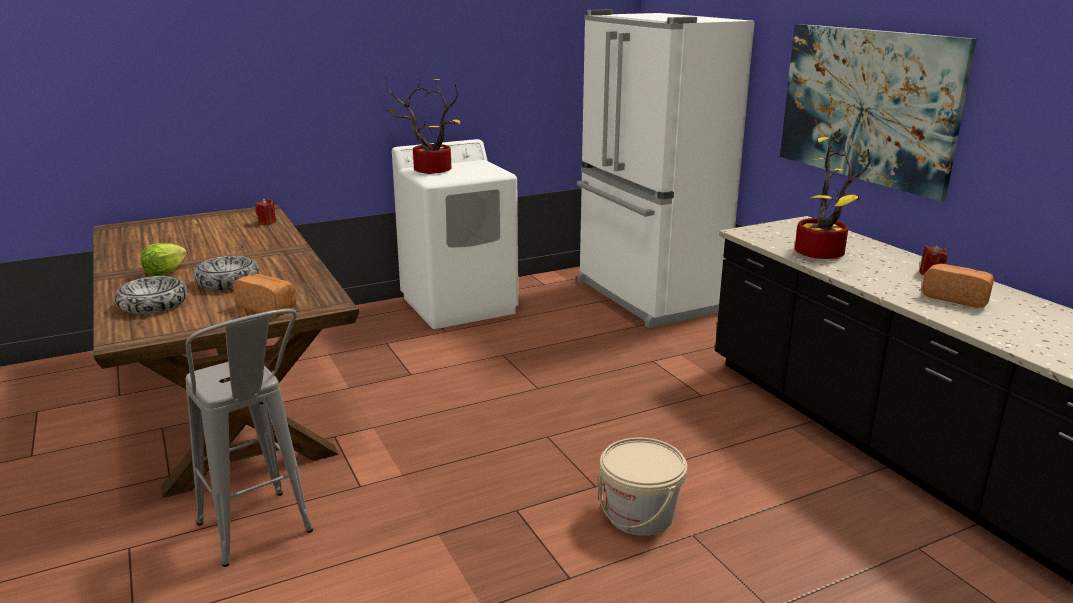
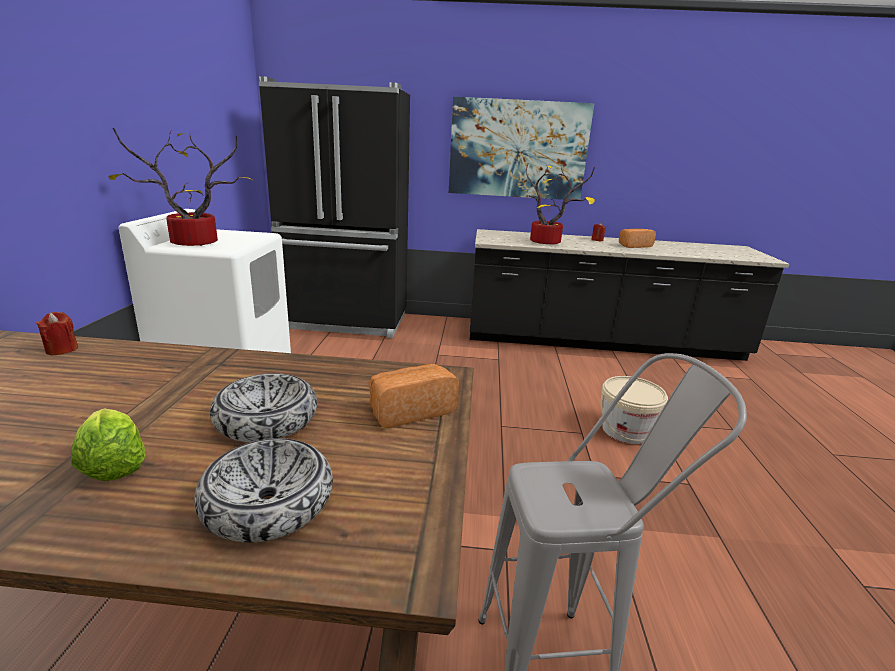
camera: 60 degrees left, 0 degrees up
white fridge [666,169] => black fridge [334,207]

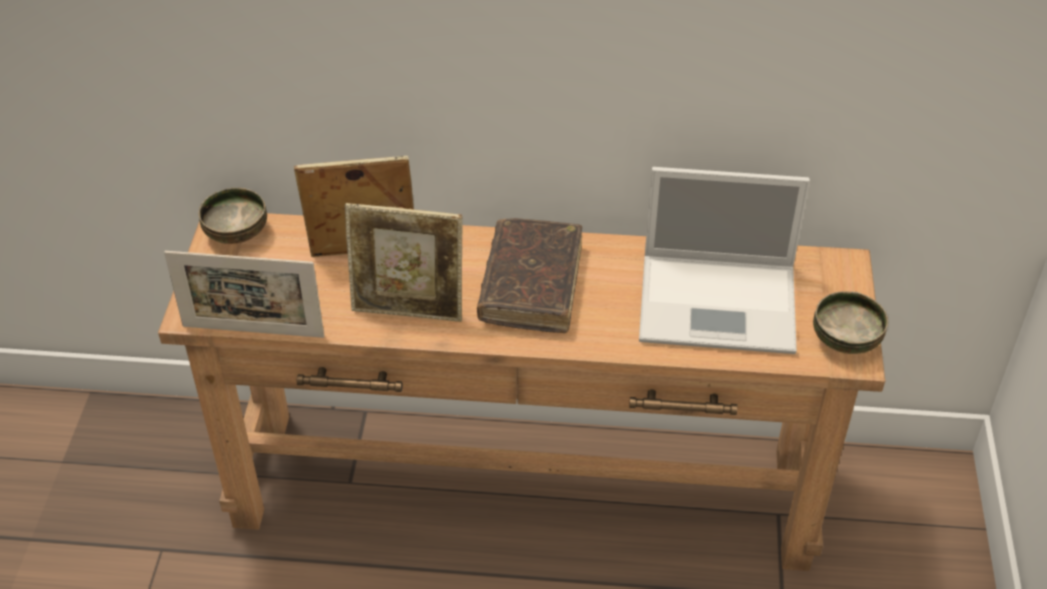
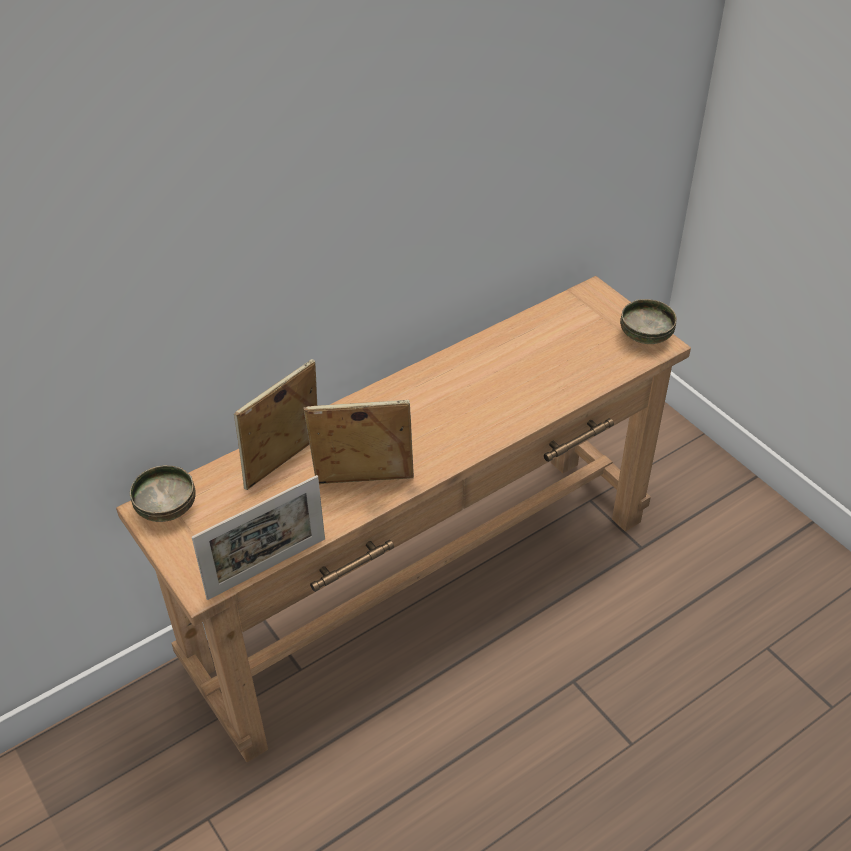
camera: 40 degrees left, 0 degrees up
laptop [724,260] => nothing
picture frame [404,262] => picture frame [359,442], 150 degrees counterclockwise
brown book [529,275] => nothing

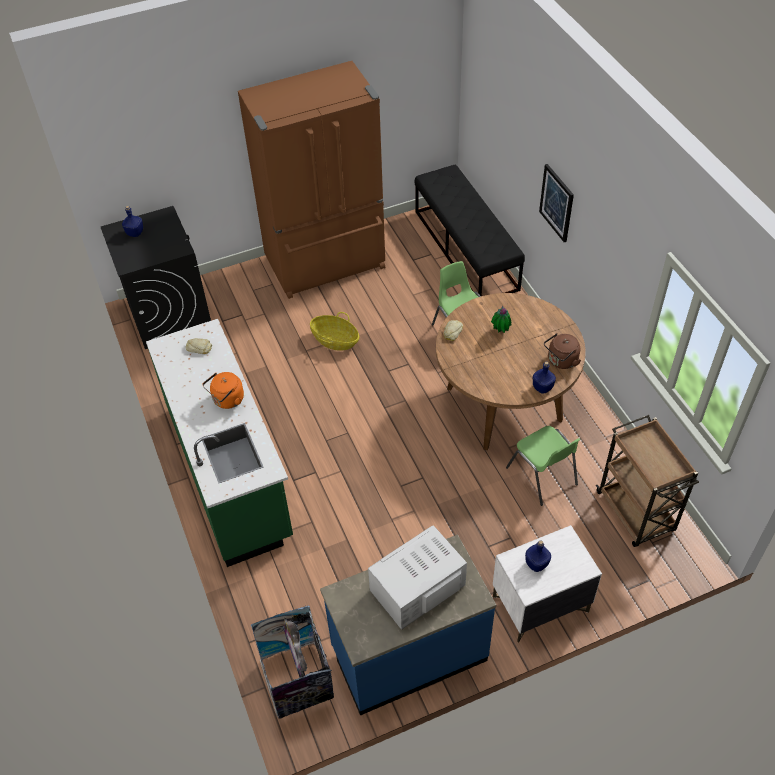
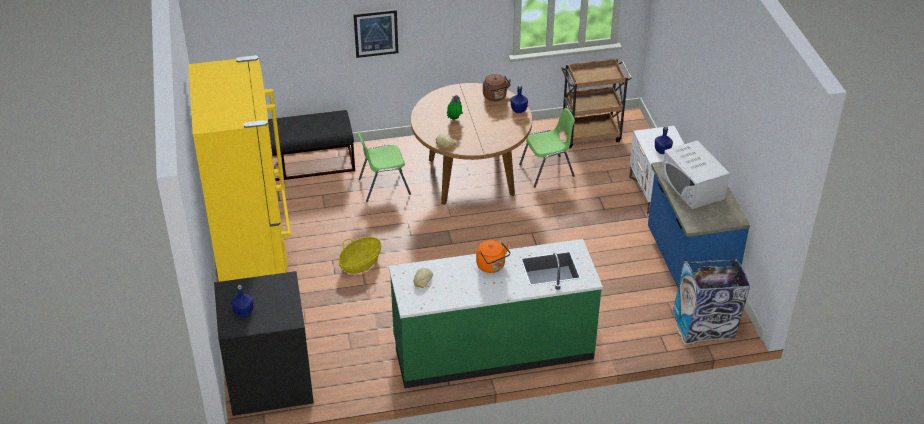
camera: 80 degrees left, 10 degrees down
brown fridge [311,180] => yellow fridge [239,168]

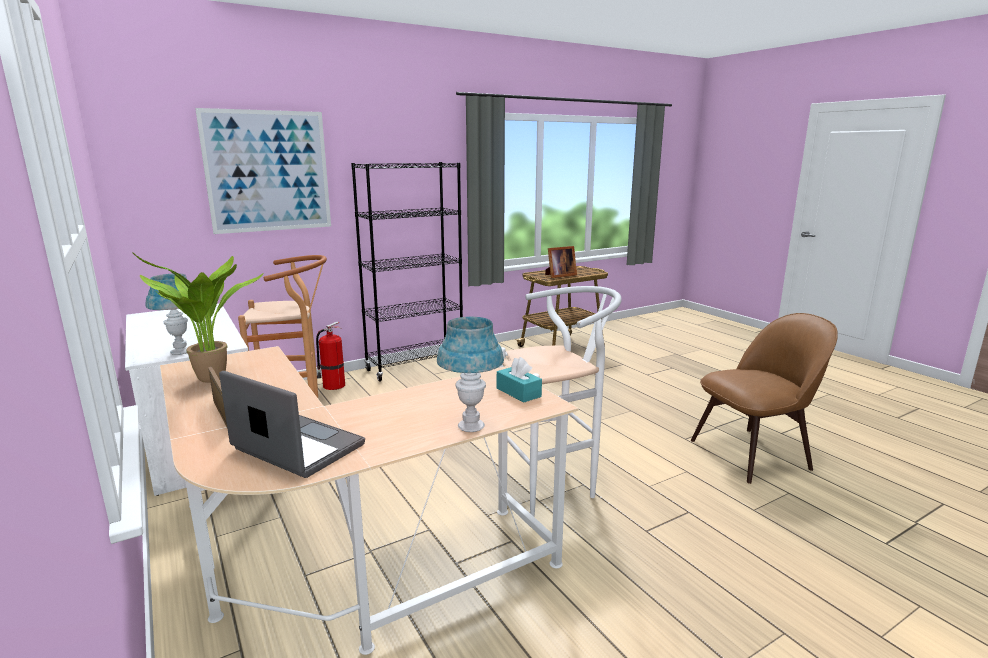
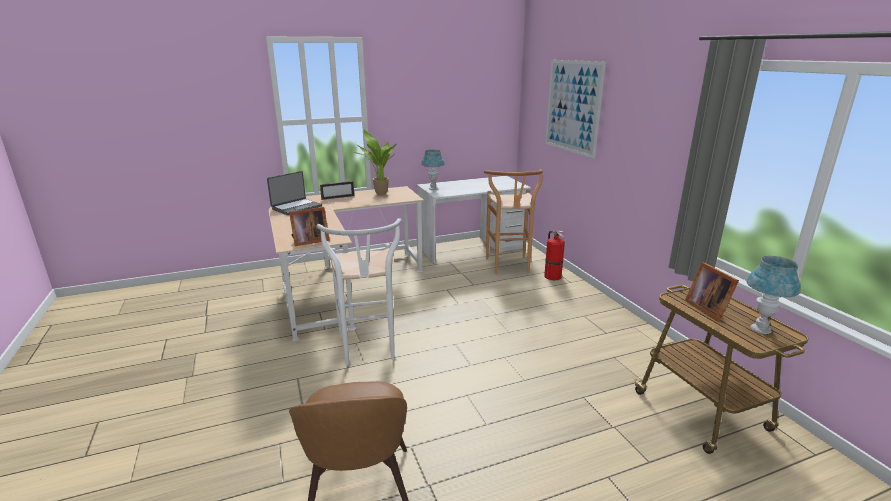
camera: 100 degrees right, 5 degrees up
black bookcase [407,272] => nothing
blue table lamp [470,374] => blue table lamp [774,295], relocated
turquoise tissue box [519,379] => picture frame [309,226]

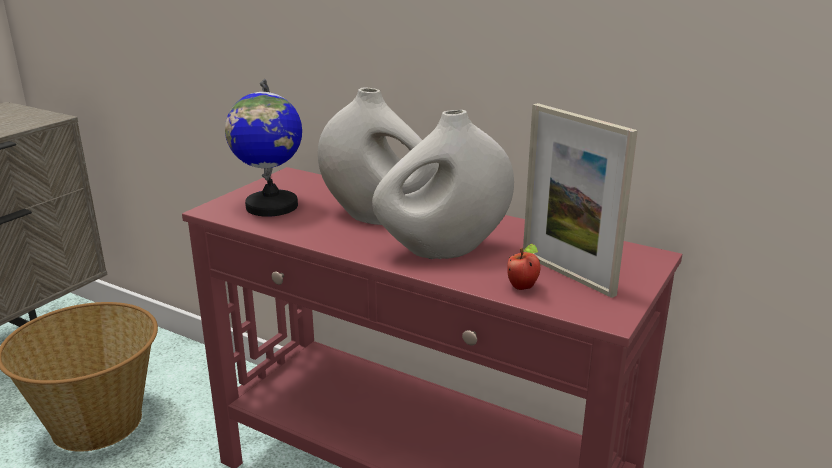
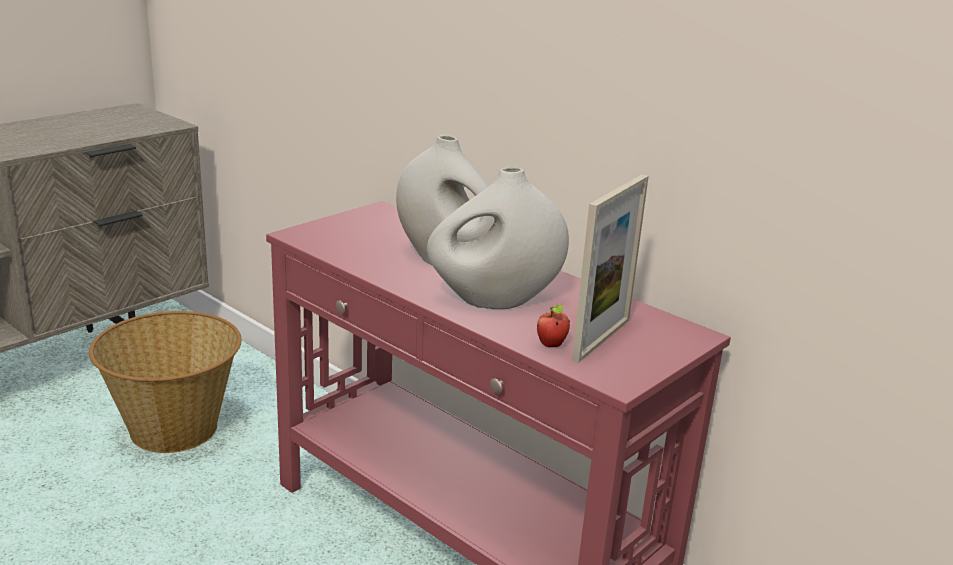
camera: 10 degrees right, 0 degrees up
globe [263,148] => nothing
picture frame [580,200] => picture frame [610,268], 120 degrees counterclockwise

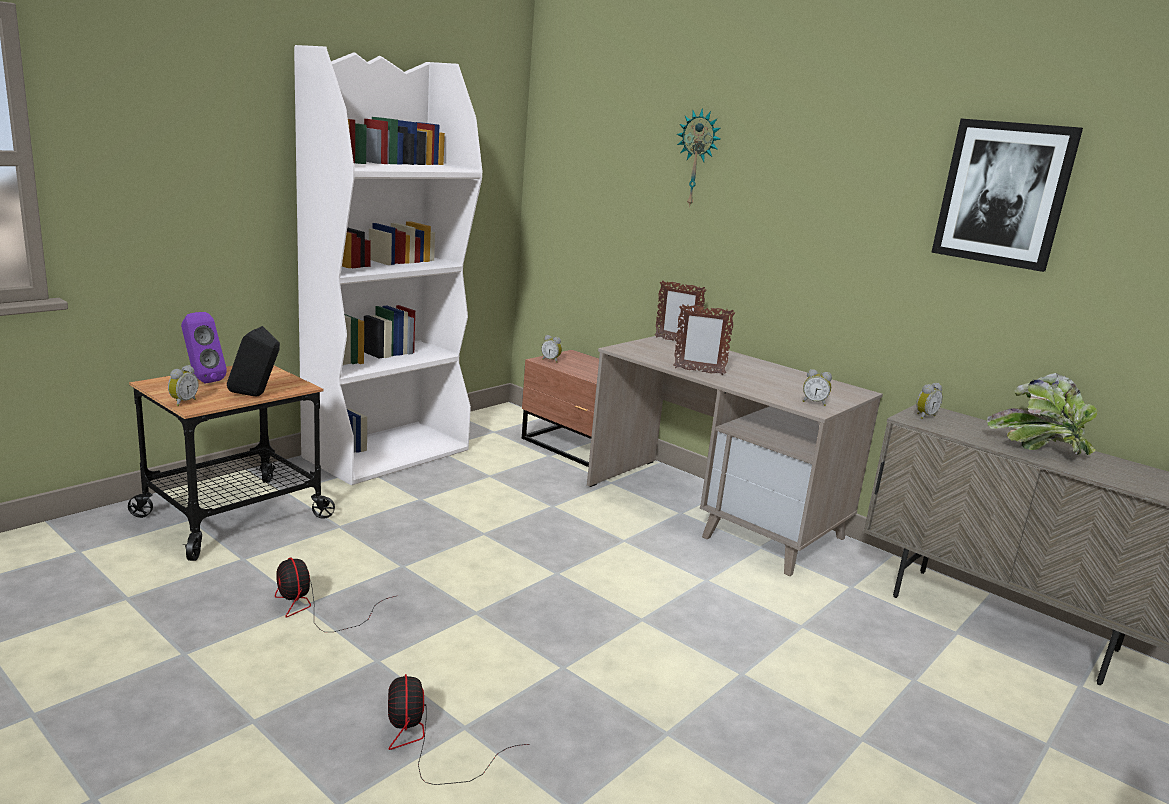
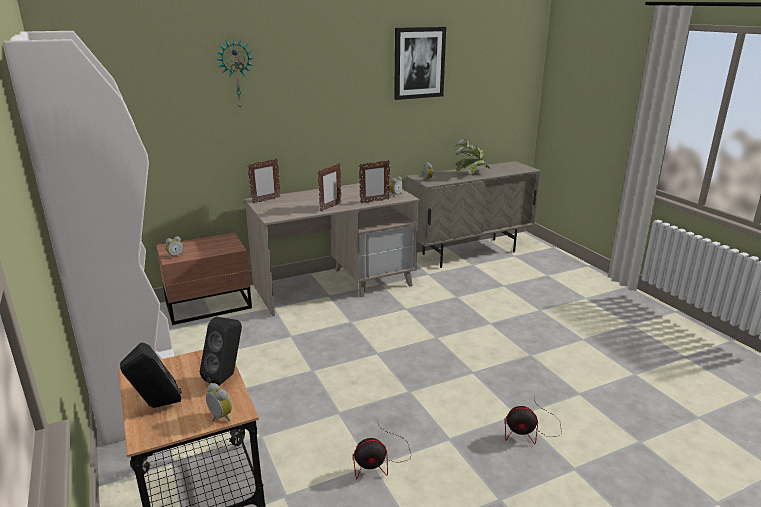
camera: 65 degrees left, 5 degrees up
purple speaker [204,347] => black speaker [151,375]
nothing => picture frame [374,182]

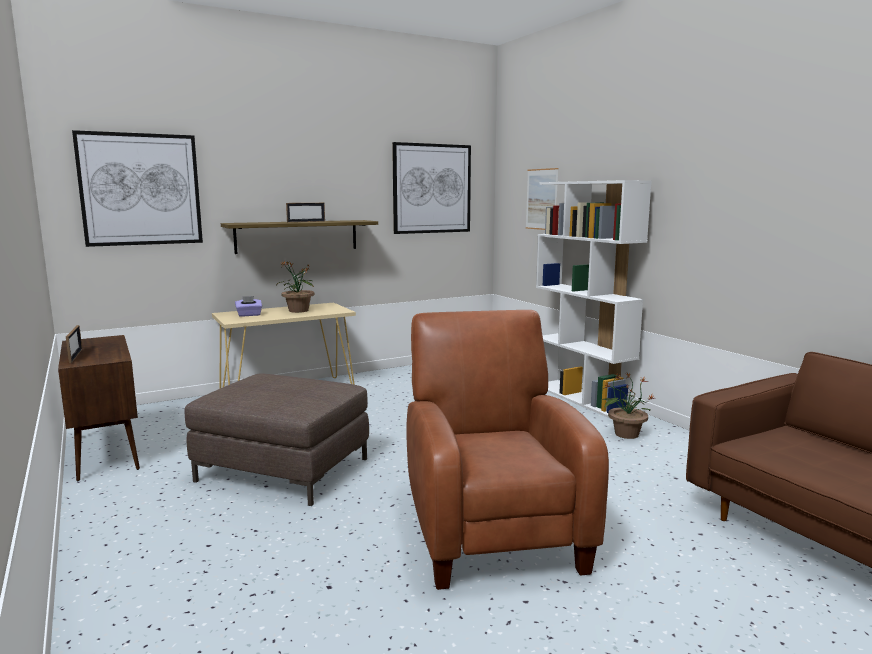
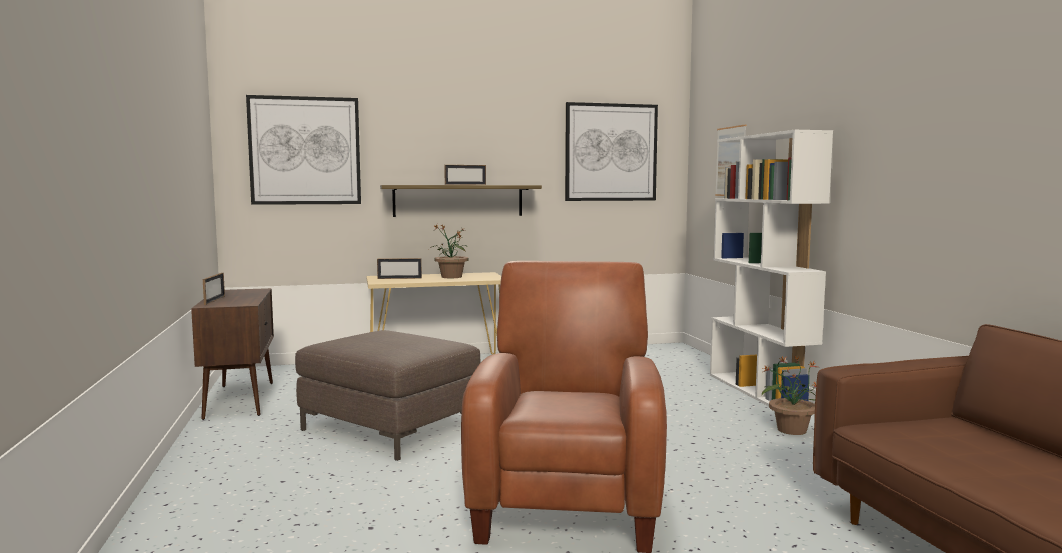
camera: 15 degrees right, 5 degrees down
purple tissue box [248,306] => picture frame [399,268]

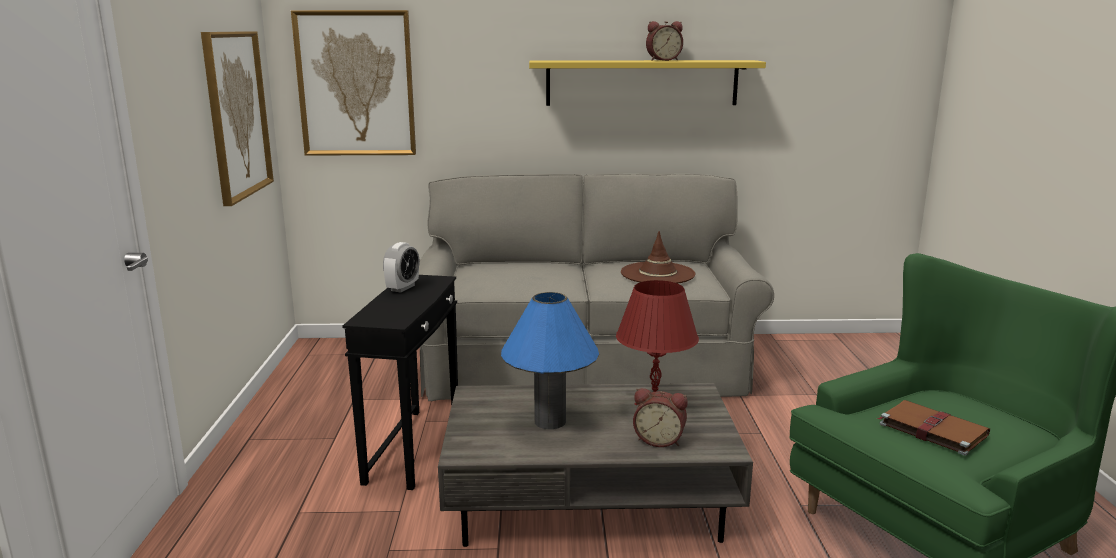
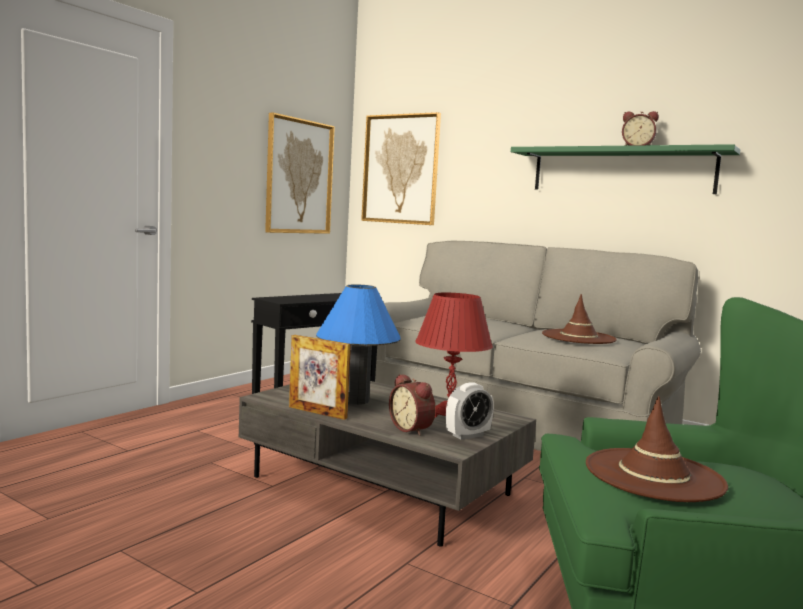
camera: 35 degrees right, 10 degrees down
yellow shelf [647,83] => green shelf [625,169]
alarm clock [401,267] => alarm clock [470,411], relocated
brown book [933,428] => brown hat [657,449]
nothing => picture frame [320,377]

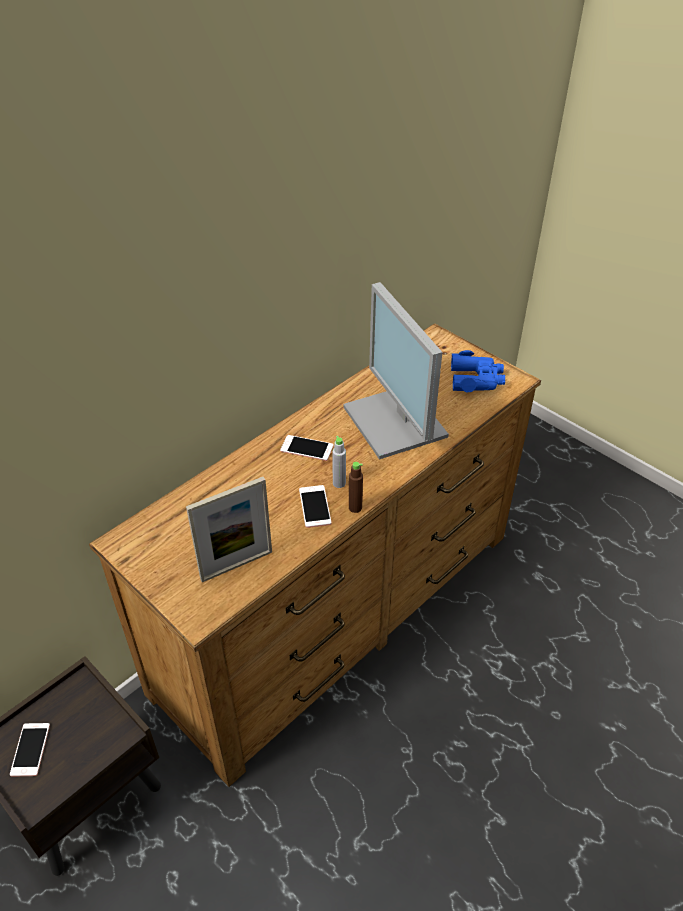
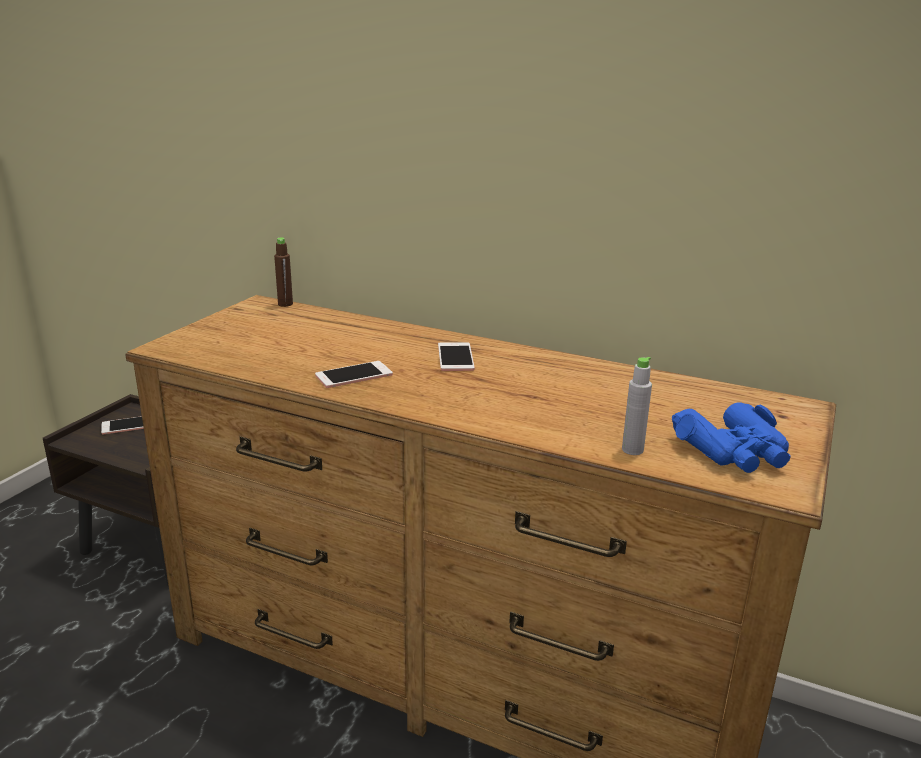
camera: 70 degrees right, 20 degrees down
monitor [396,371] => nothing
grey bottle [339,462] => grey bottle [637,406], relocated
brown bottle [356,487] => brown bottle [283,272], relocated
picture frame [229,529] => nothing

